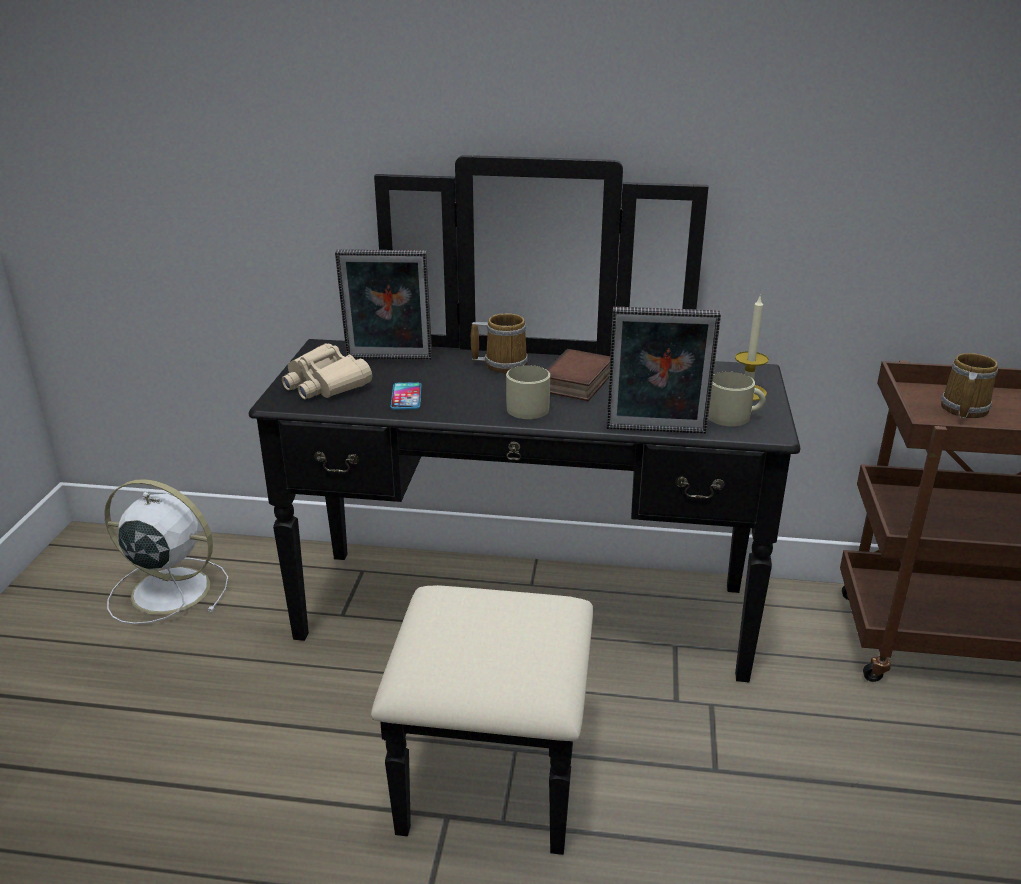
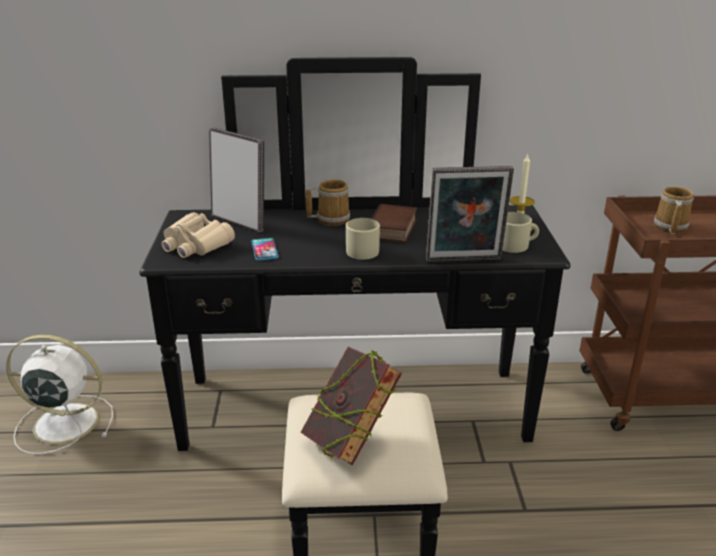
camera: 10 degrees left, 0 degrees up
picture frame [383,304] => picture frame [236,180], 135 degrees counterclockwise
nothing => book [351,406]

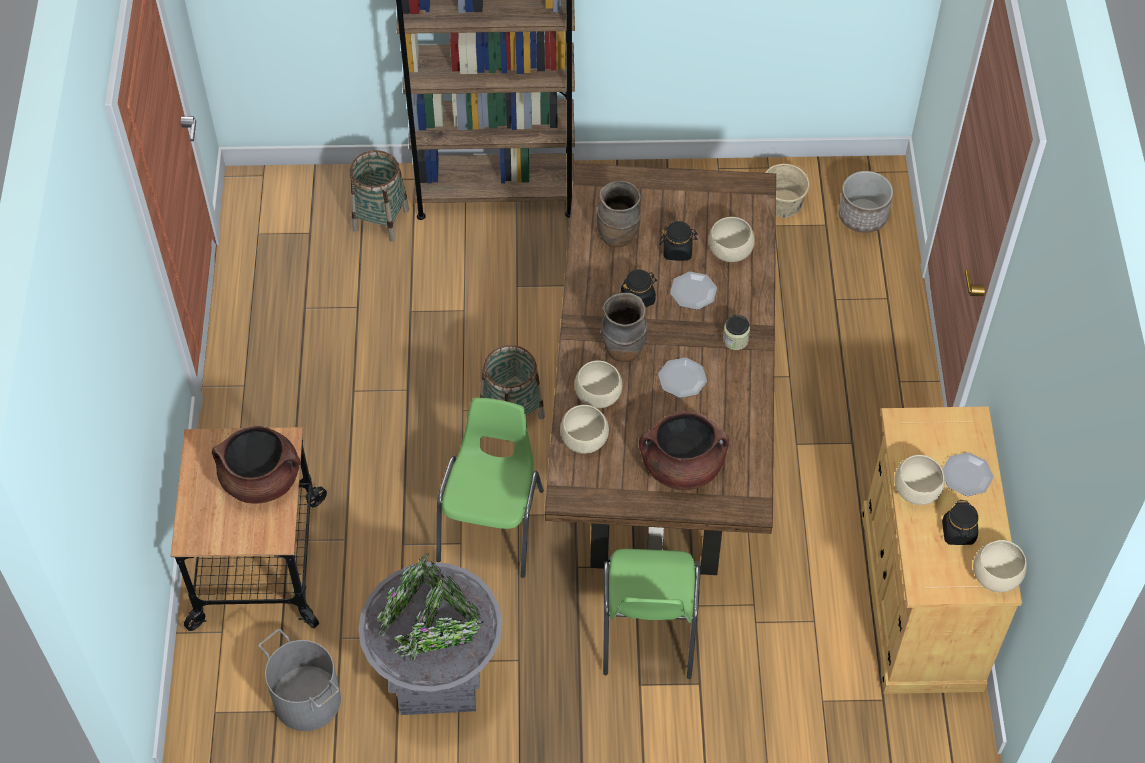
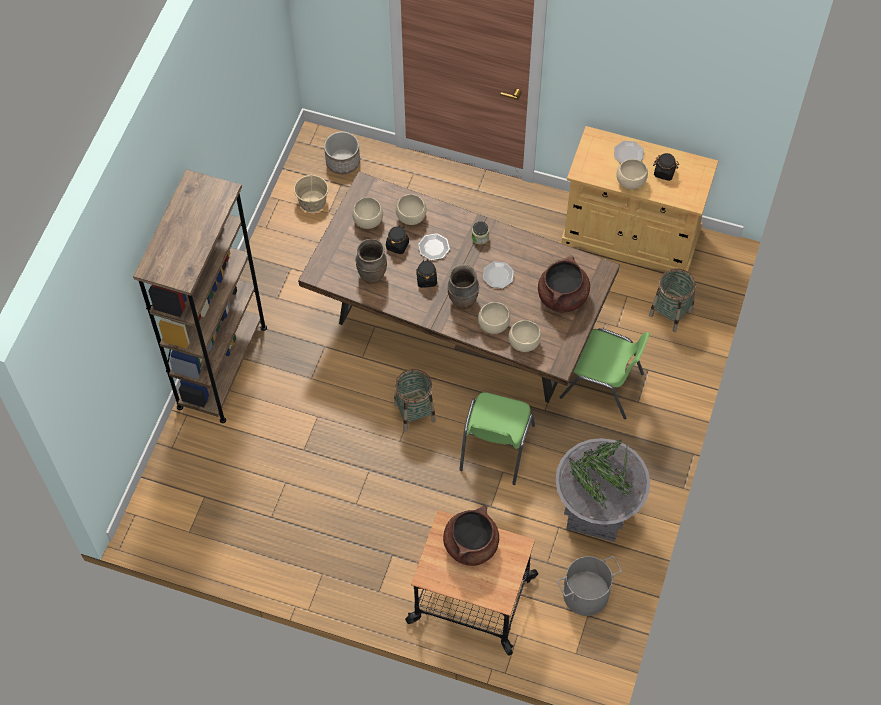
camera: 70 degrees left, 5 degrees up
basket [379,196] => basket [672,300], relocated
green chair [490,488] => green chair [497,438], 105 degrees counterclockwise
beige bowl [1000,566] => beige bowl [367,213], relocated

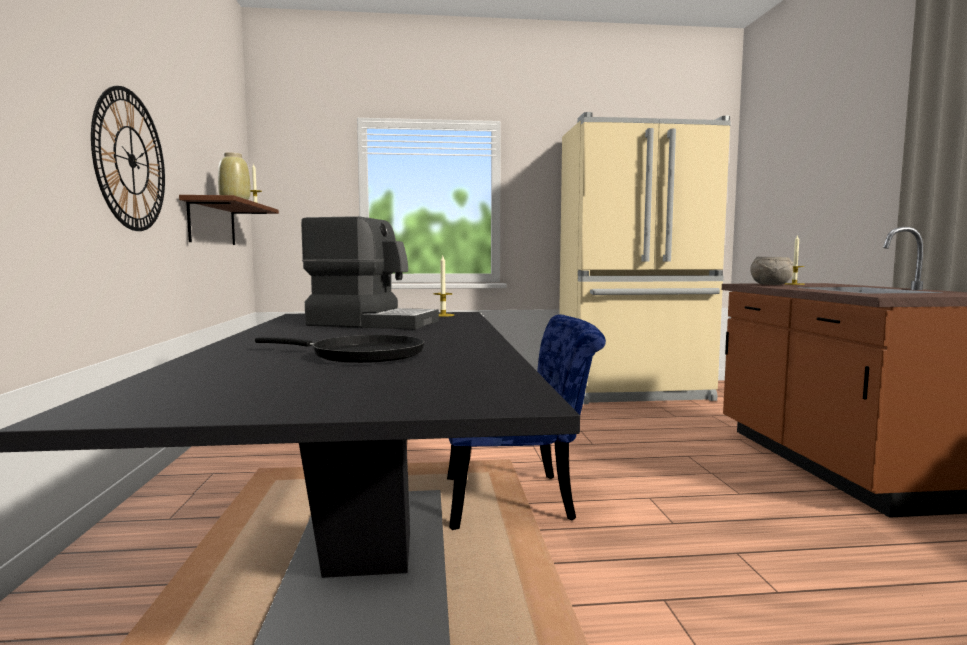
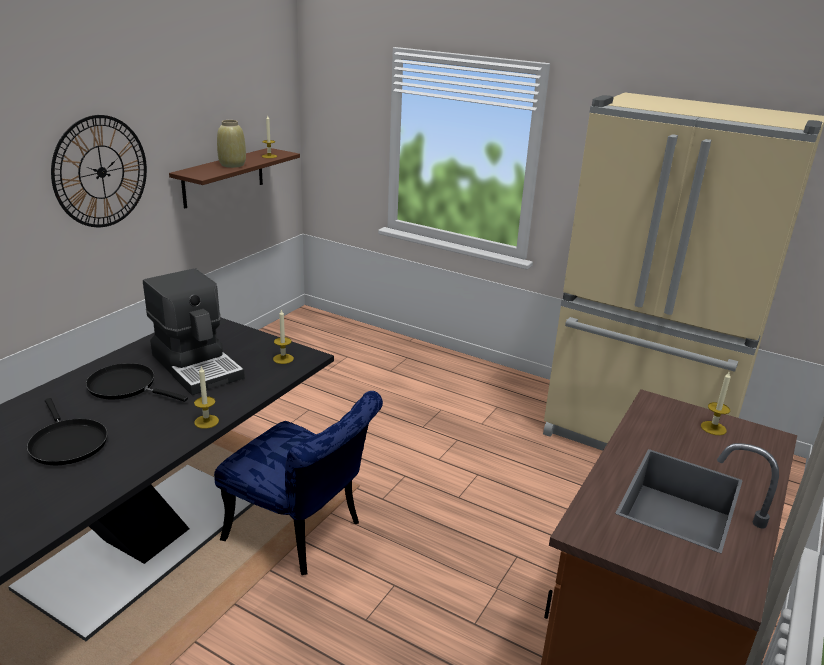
camera: 35 degrees right, 20 degrees up
grey bowl [771,271] => nothing
nothing => black frying pan [137,382]
nothing => candle [206,398]

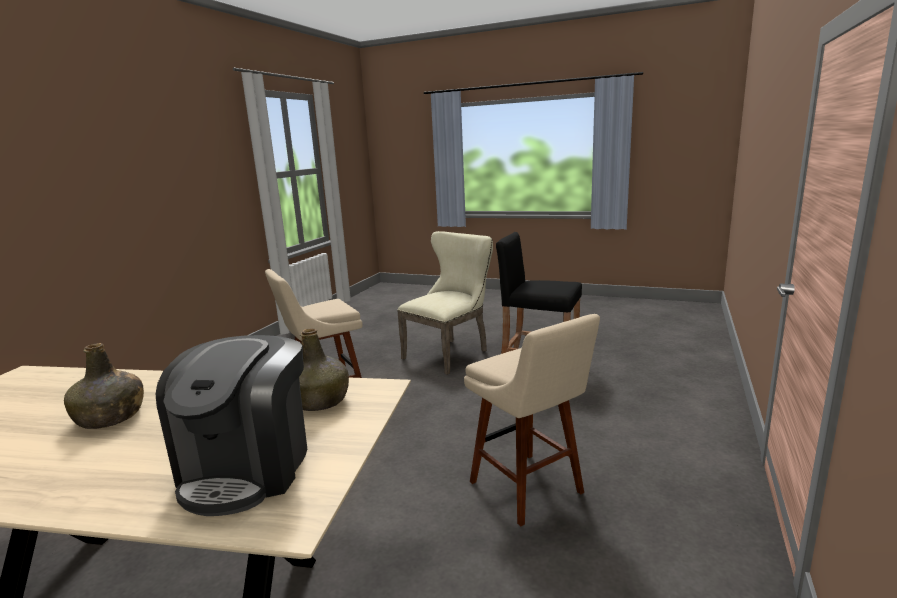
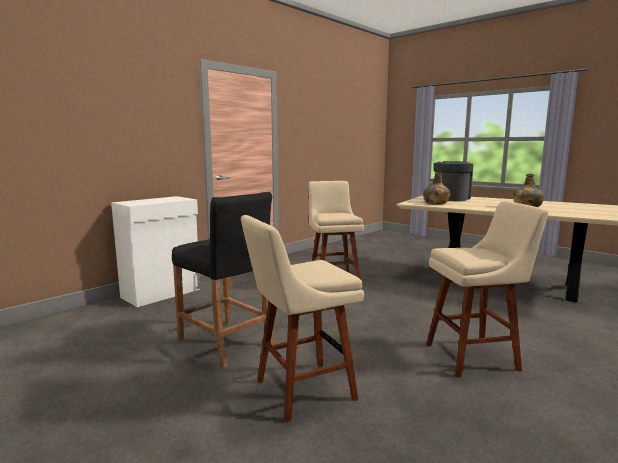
camera: 160 degrees left, 5 degrees down
beige chair [445,303] => beige stool [302,319]
nothing => white cabinet [155,251]

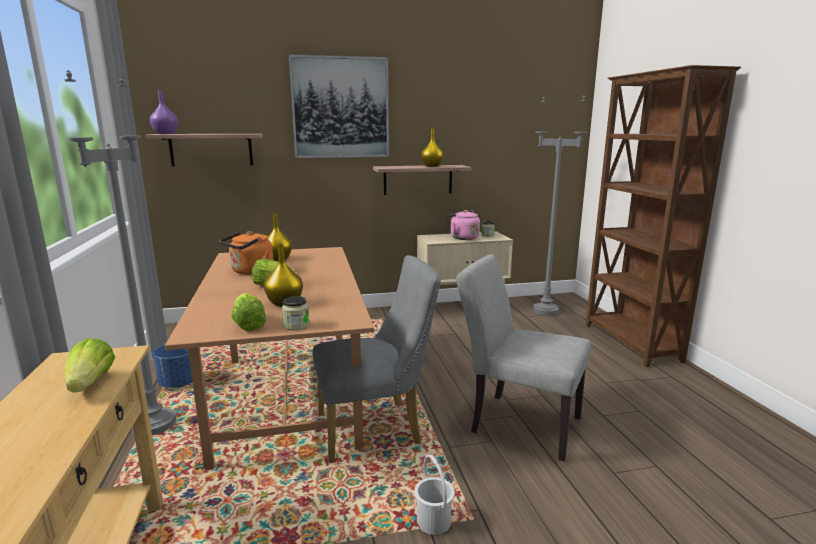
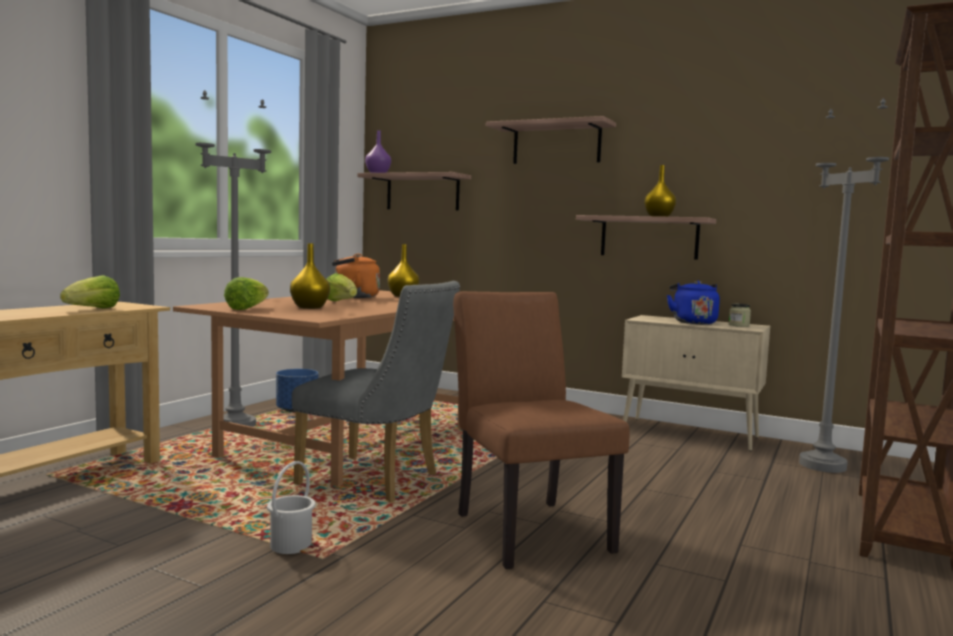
camera: 40 degrees right, 10 degrees down
picture [338,106] => shelf [551,140]
pink kettle [462,225] => blue kettle [693,302]
grey chair [523,358] => brown chair [541,430]
jar [296,313] => nothing

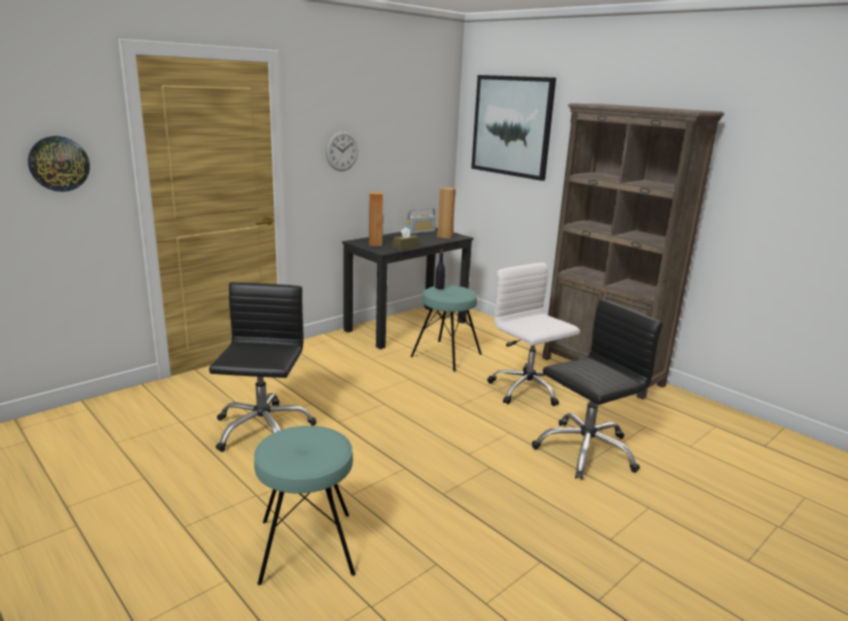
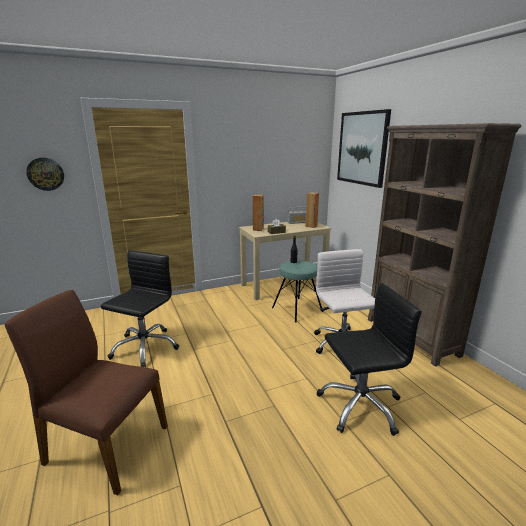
camera: 20 degrees right, 0 degrees up
wall clock [342,151] => nothing
black desk [407,288] => beige desk [285,261]
turquoise stool [305,505] => brown chair [86,392]

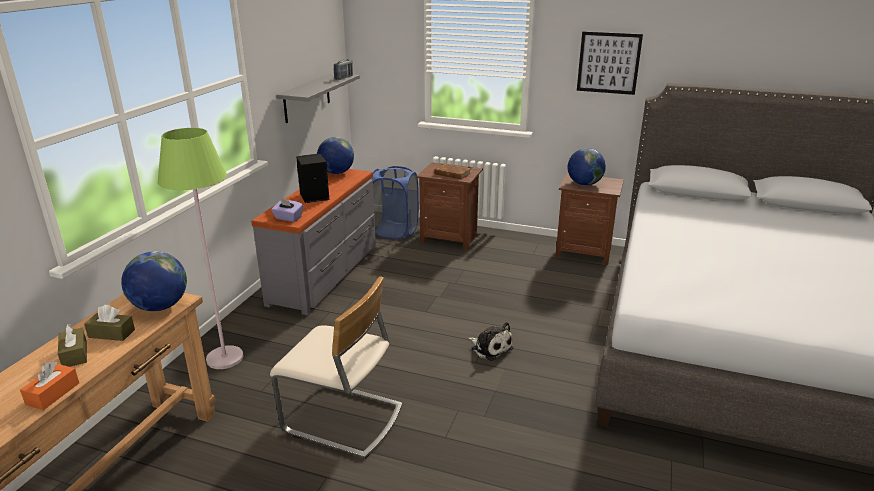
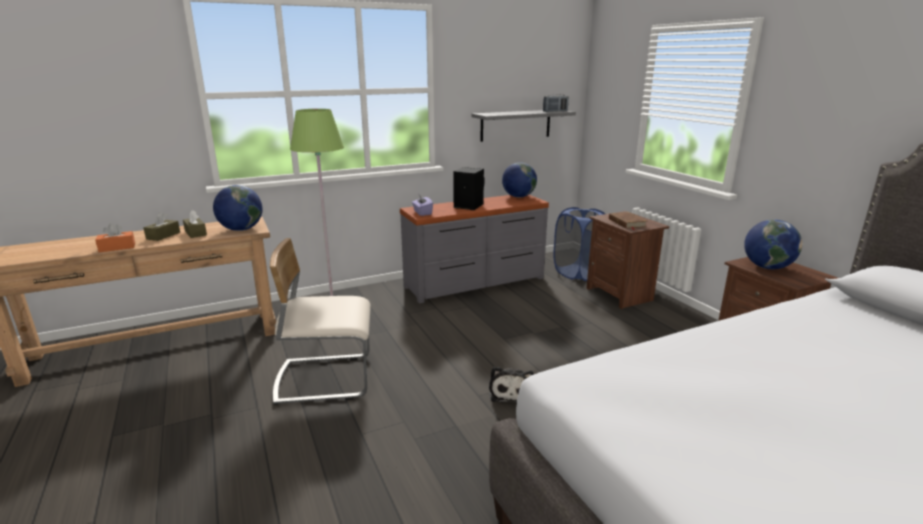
camera: 45 degrees right, 5 degrees down
picture [610,63] => nothing
beige chair [336,367] => beige chair [320,321], 105 degrees clockwise

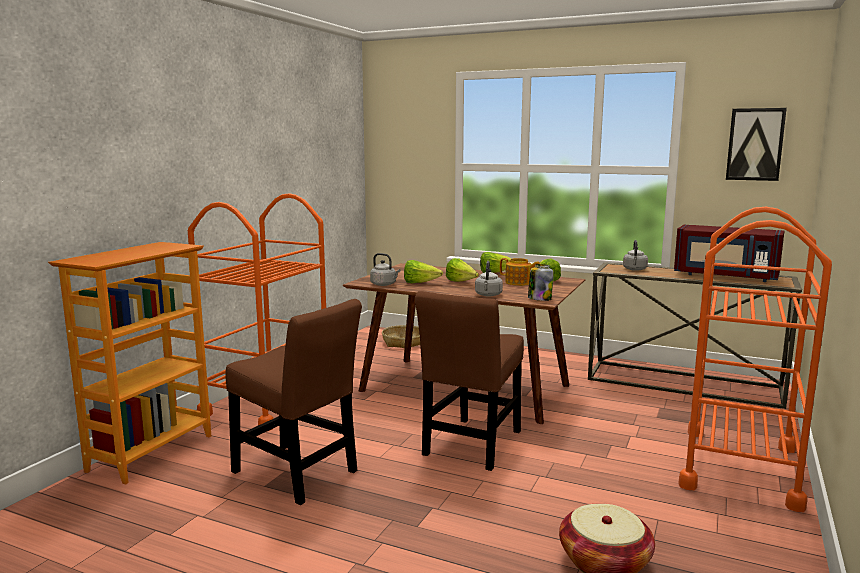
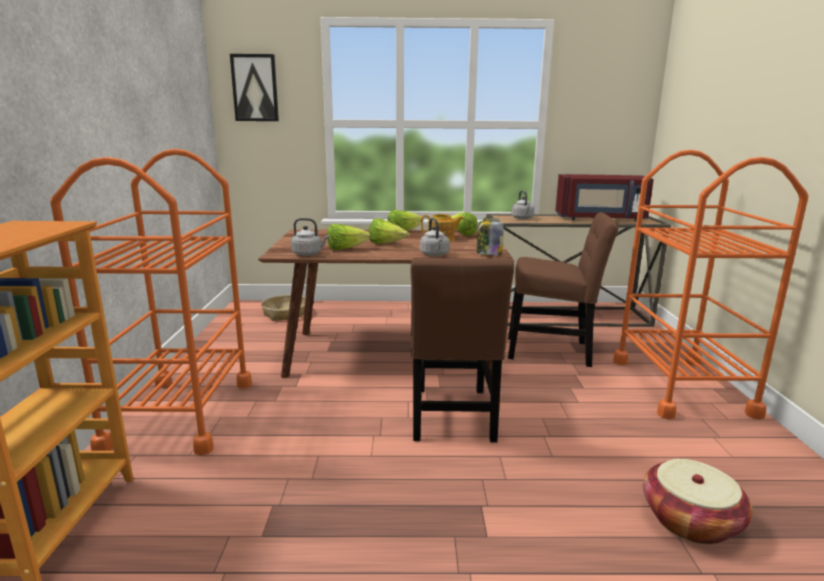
camera: 25 degrees left, 5 degrees up
picture [756,144] => picture [254,87], relocated
brown chair [293,402] => brown chair [563,289], relocated

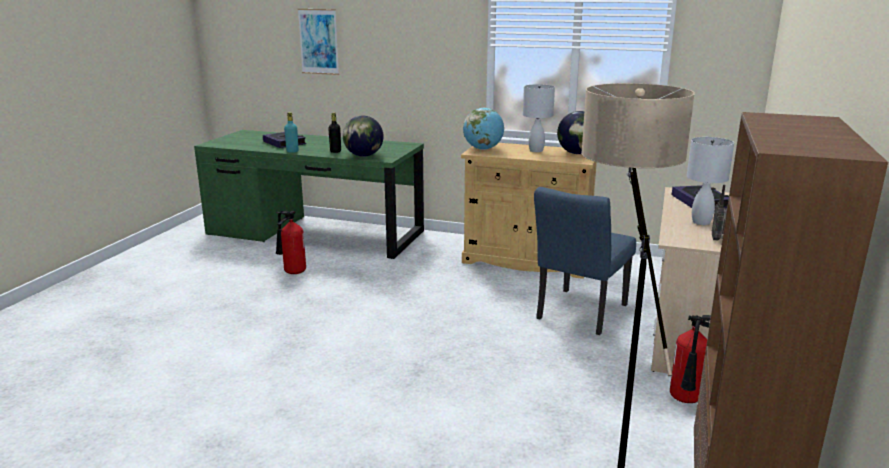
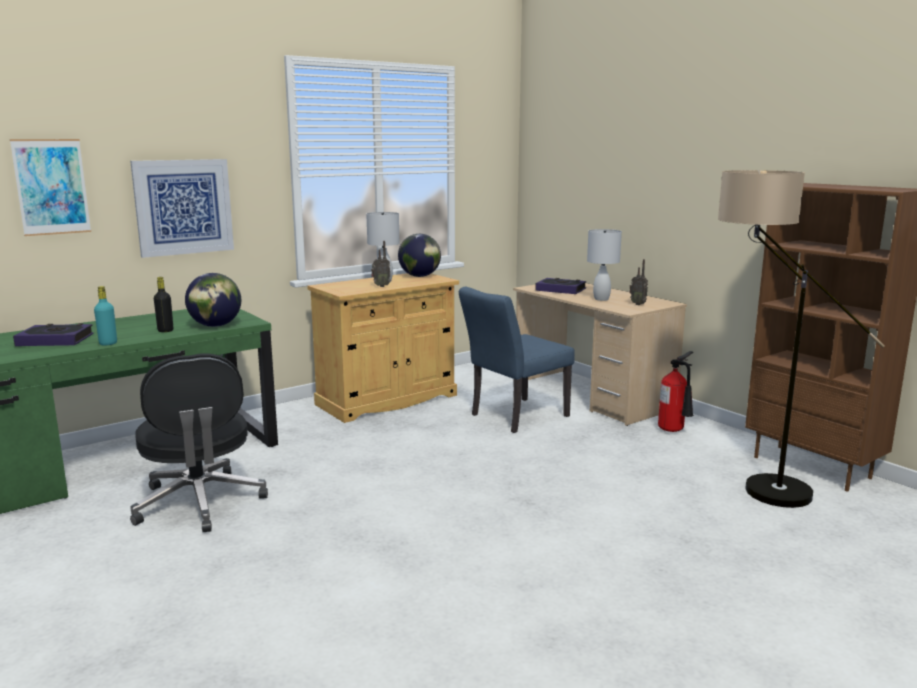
camera: 55 degrees left, 5 degrees down
globe [483,128] => nothing
blue chair [585,261] => blue chair [517,360], 75 degrees clockwise
fire extinguisher [291,242] => black office chair [199,443]
nothing => picture [182,208]
nothing => radio [381,264]

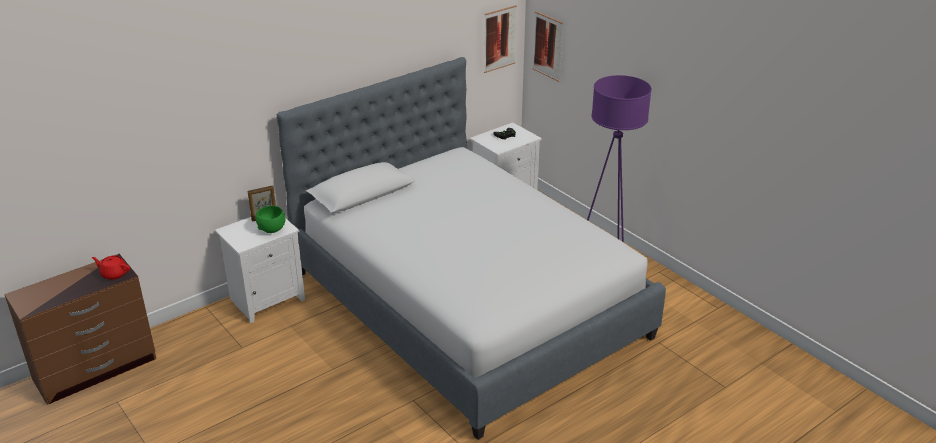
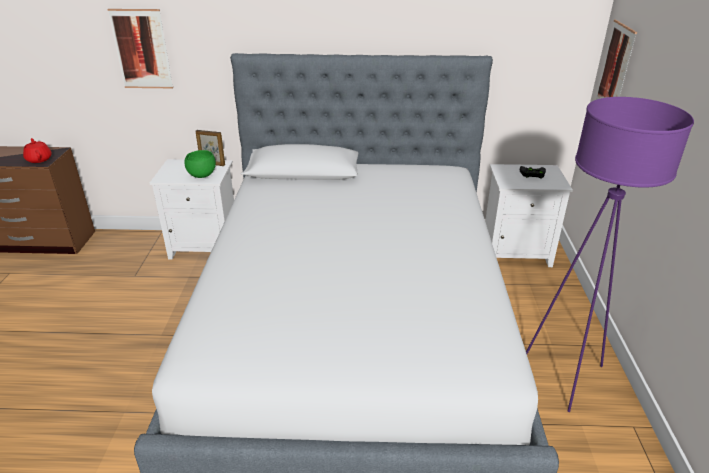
camera: 40 degrees right, 0 degrees up
picture [500,39] => picture [140,48], relocated

